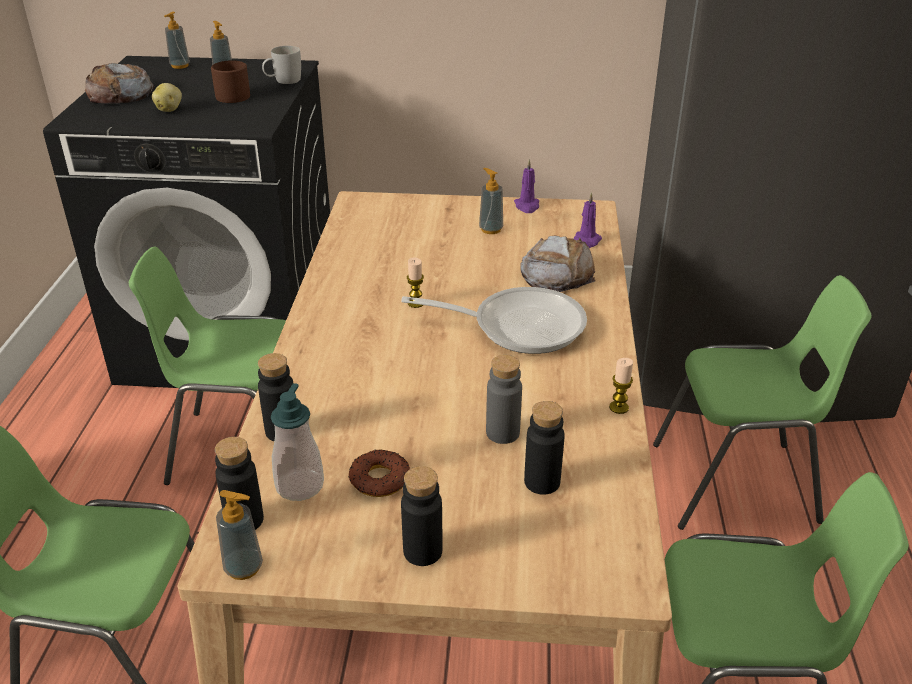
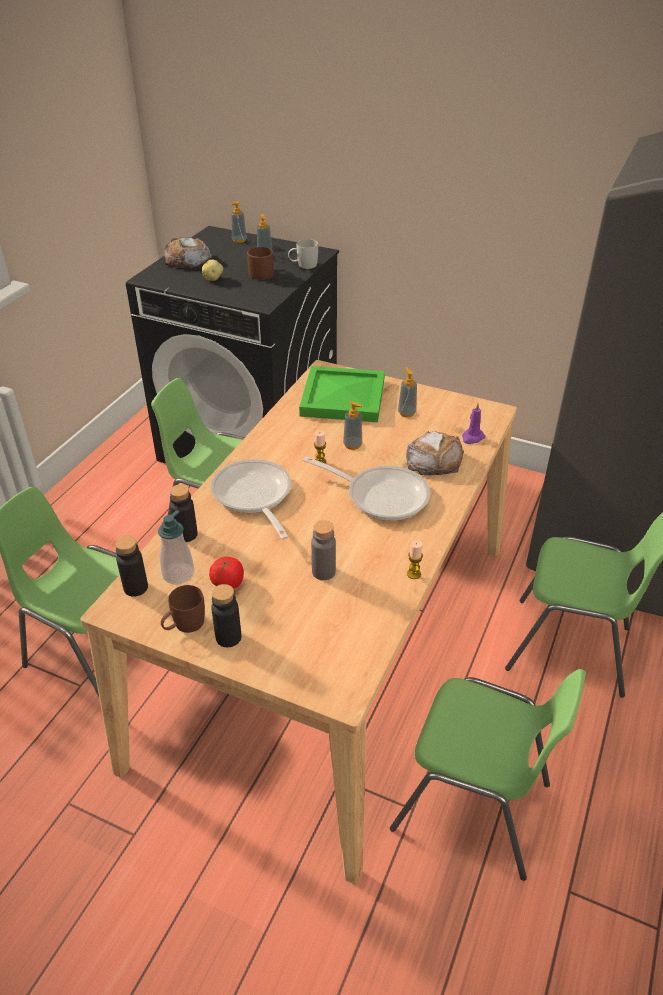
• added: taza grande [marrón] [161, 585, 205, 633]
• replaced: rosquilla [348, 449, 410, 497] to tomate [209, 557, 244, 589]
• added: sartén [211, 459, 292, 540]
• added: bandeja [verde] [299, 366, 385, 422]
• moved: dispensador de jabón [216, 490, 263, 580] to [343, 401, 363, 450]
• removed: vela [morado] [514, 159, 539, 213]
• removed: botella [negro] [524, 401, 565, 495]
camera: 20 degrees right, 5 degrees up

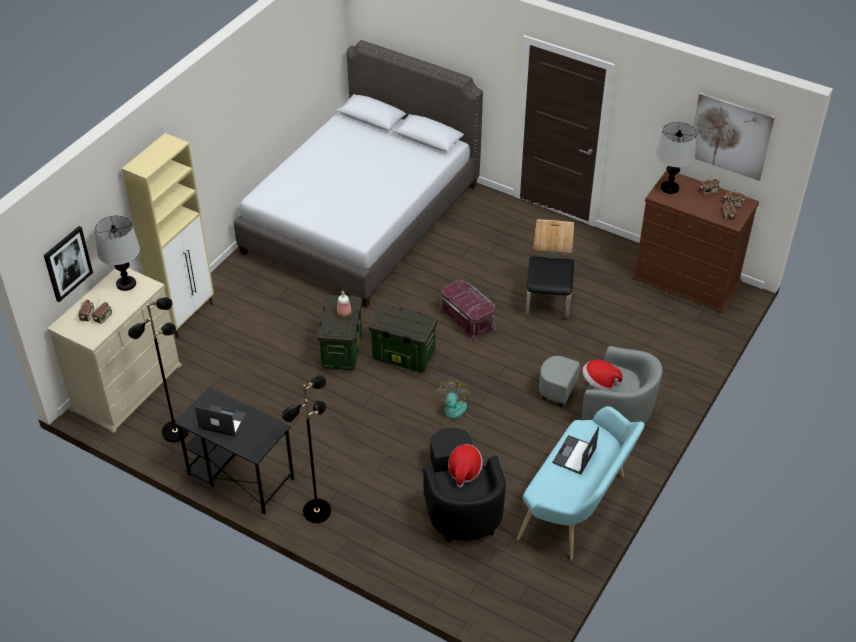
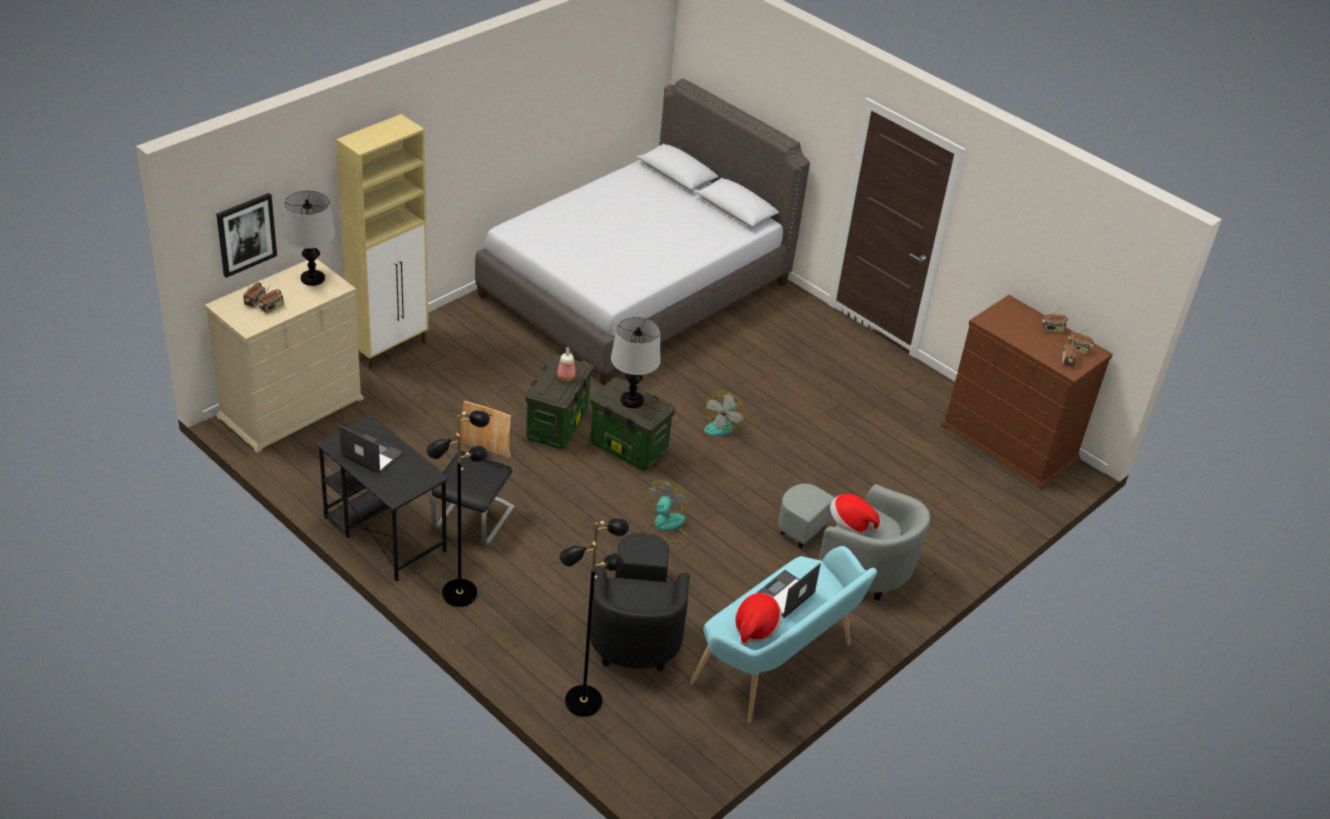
• moved: silla [525, 219, 574, 318] to [431, 401, 515, 546]
• moved: lámpara de pie [negro] [128, 297, 189, 442] to [559, 518, 629, 717]
• moved: lámpara de mesa [656, 122, 697, 194] to [611, 317, 661, 408]
• replaced: caja de almacenaje [rojo] [439, 280, 496, 341] to ventilador [702, 391, 745, 436]
• moved: sombrero [448, 444, 483, 488] to [735, 593, 782, 646]
• removed: cuadro [693, 93, 775, 181]
camera: 10 degrees right, 5 degrees down

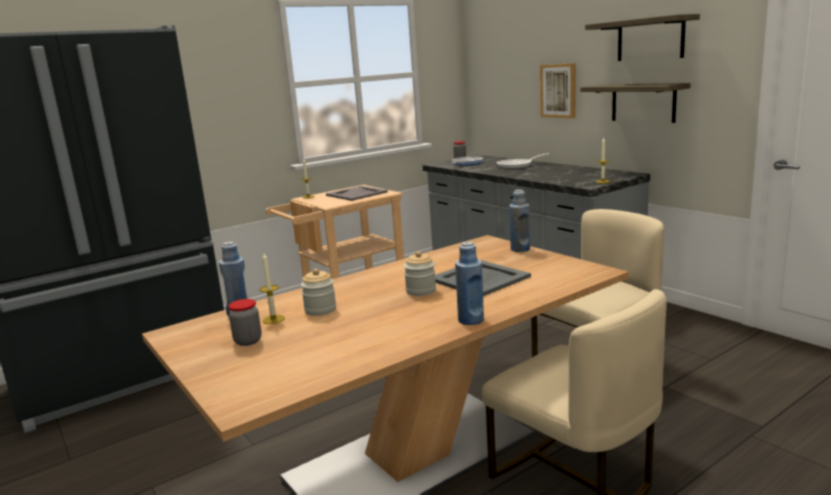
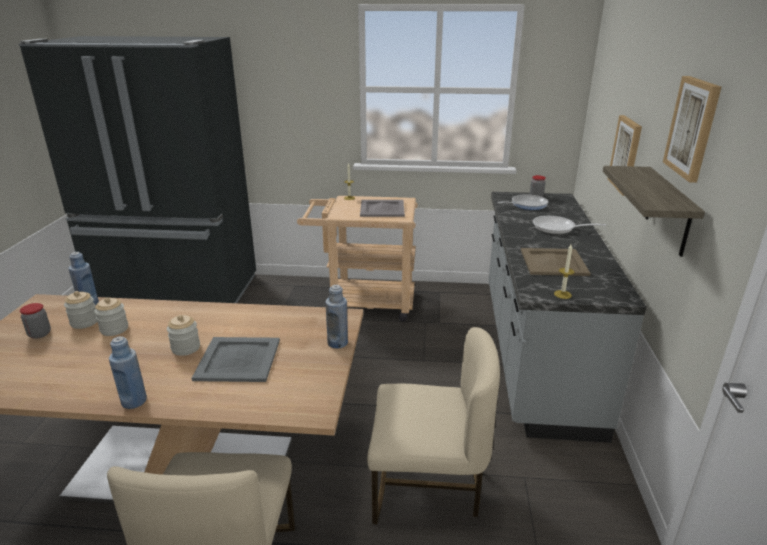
• replaced: vela [260, 253, 285, 324] to tarro [64, 291, 97, 329]
• added: bandeja [beis] [521, 248, 591, 276]
• replaced: estante [585, 14, 700, 61] to cuadro [663, 76, 721, 183]
camera: 40 degrees right, 10 degrees up

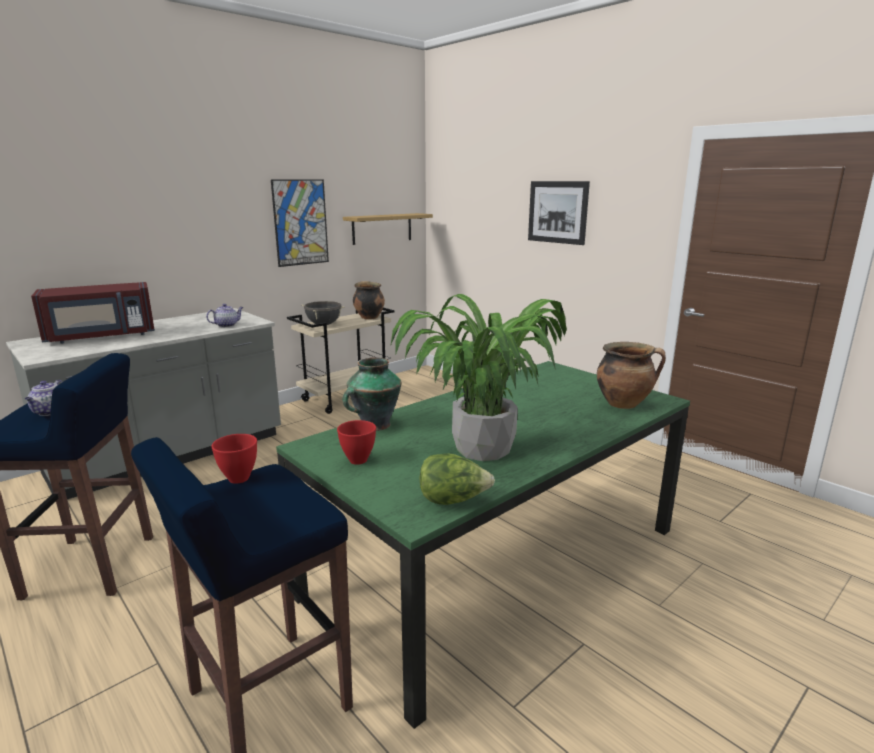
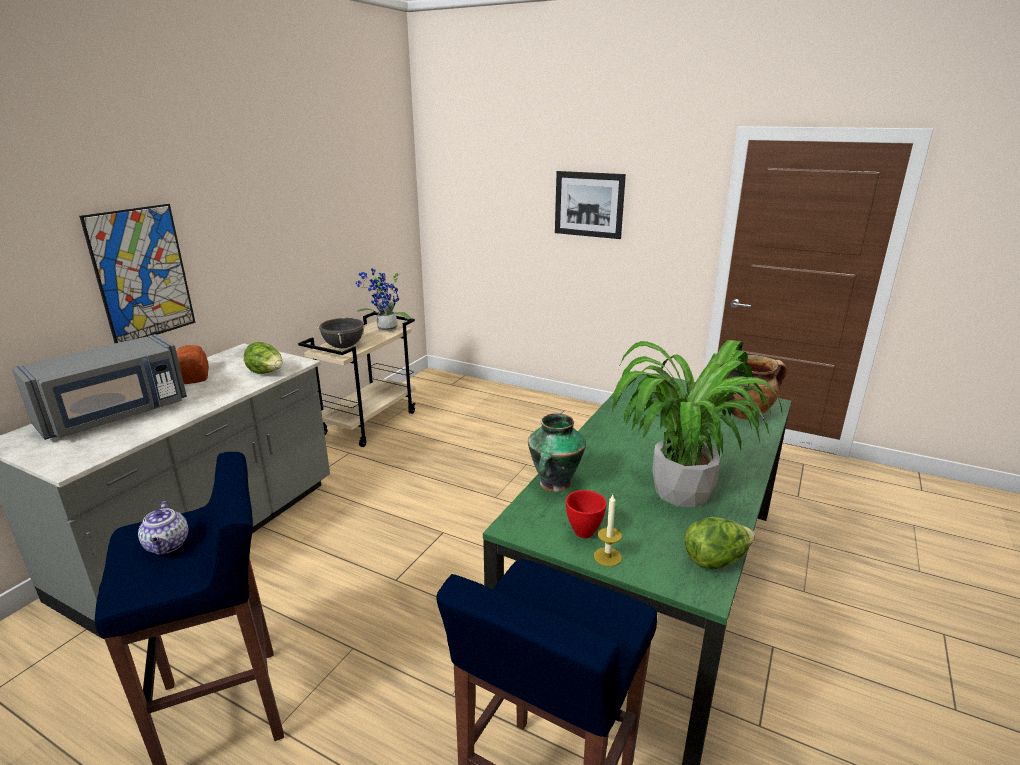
• recoloured: microondas [rojo] [31, 282, 155, 344] to microondas [gris] [11, 334, 187, 440]
• moved: cuadro [271, 179, 329, 267] to [79, 204, 196, 343]
• added: pan [176, 345, 209, 384]
• replaced: tetera [206, 304, 243, 327] to lechuga [244, 342, 283, 374]
• replaced: olla [353, 281, 385, 320] to planta en maceta [356, 268, 411, 332]
• added: vela [594, 495, 622, 567]
• removed: cuenco [rojo] [211, 434, 257, 484]
• removed: estante [343, 213, 433, 245]
camera: 20 degrees left, 5 degrees up

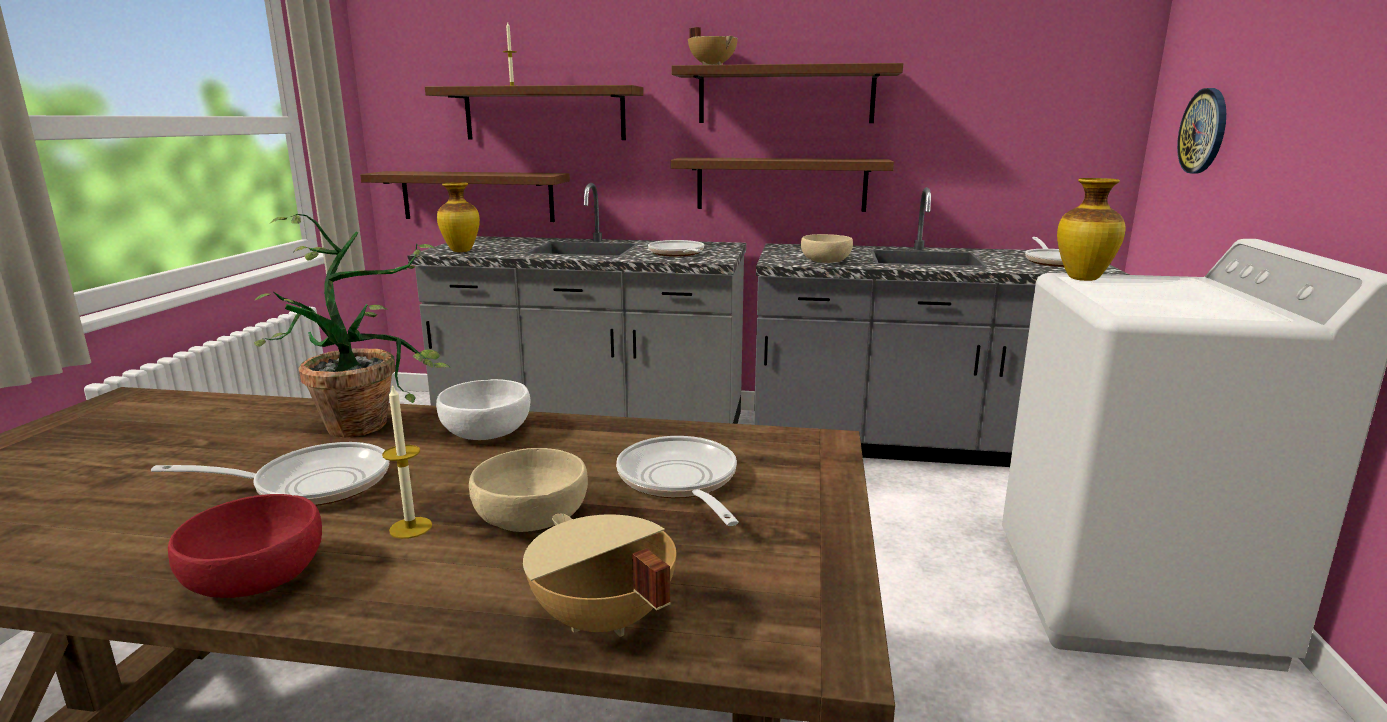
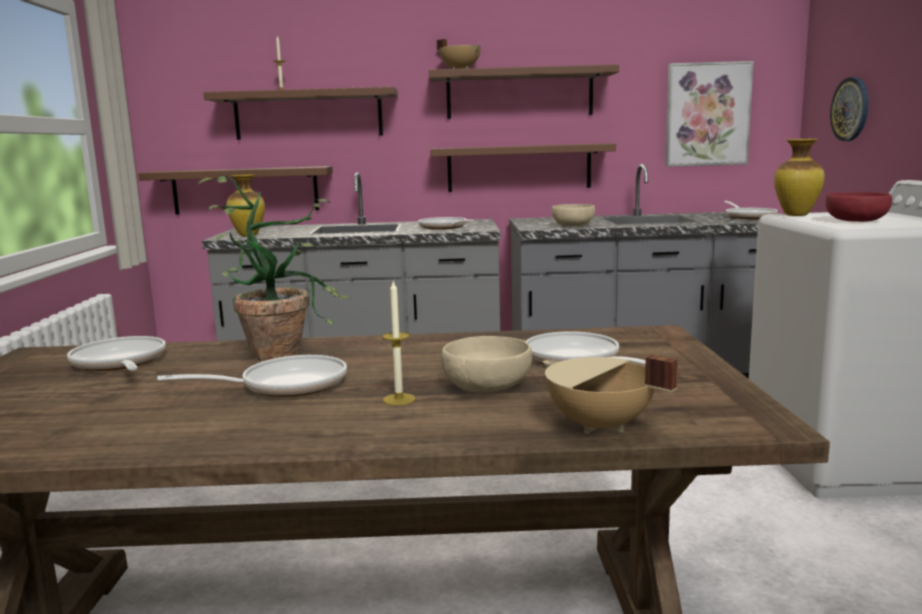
• added: sartén [67, 336, 166, 371]
• added: cuadro [665, 61, 754, 167]
• moved: cuenco [rojo] [168, 494, 322, 598] to [826, 192, 892, 222]
• removed: cuenco [blanco] [436, 379, 530, 440]
camera: 10 degrees left, 5 degrees down

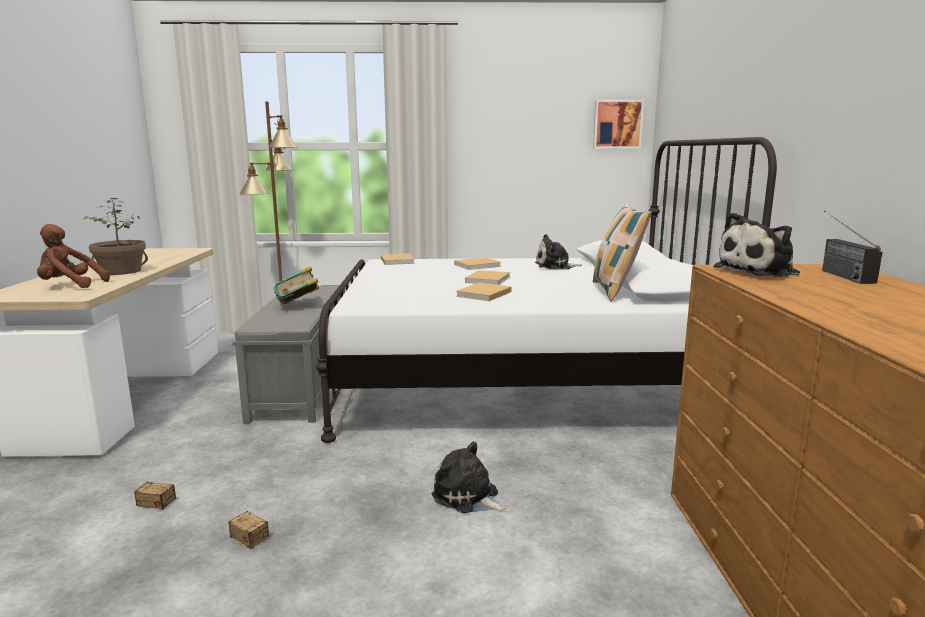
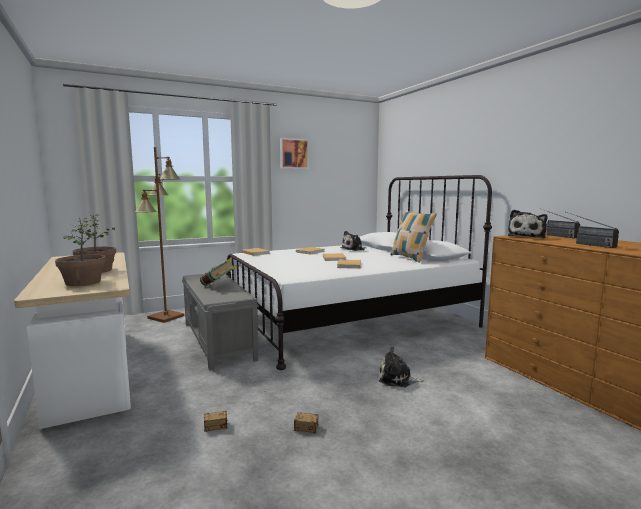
• replaced: peluche [marrón] [37, 224, 110, 288] to planta en maceta [55, 218, 106, 286]
• moved: cuadro [593, 100, 644, 149] to [280, 138, 309, 169]
• added: radio [566, 212, 619, 248]
camera: 25 degrees left, 5 degrees down

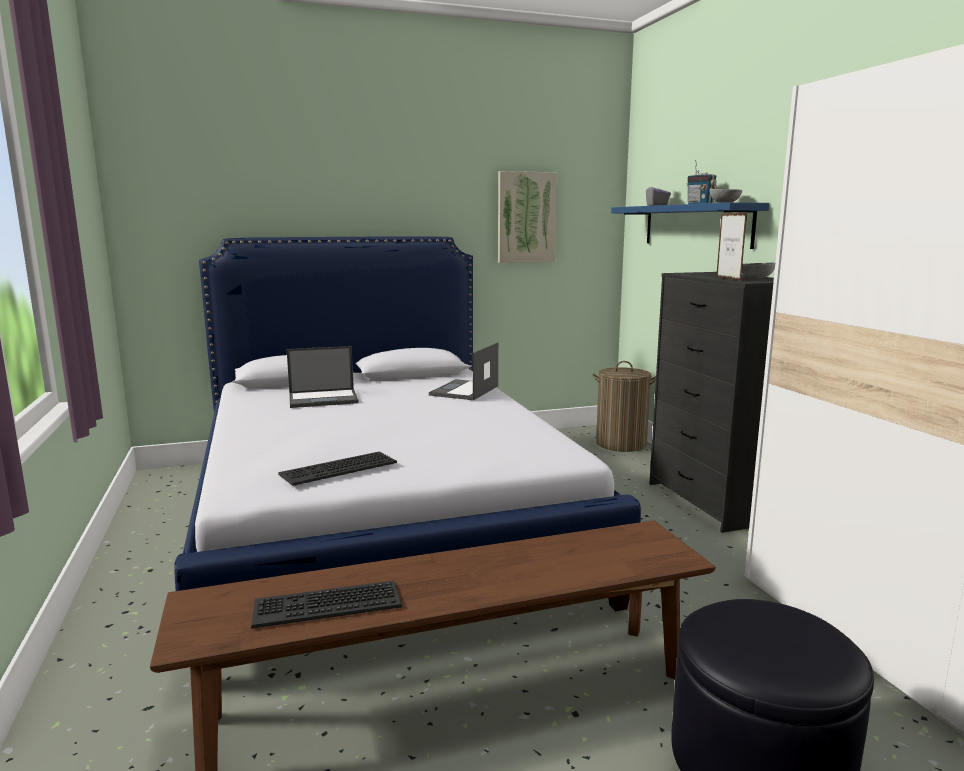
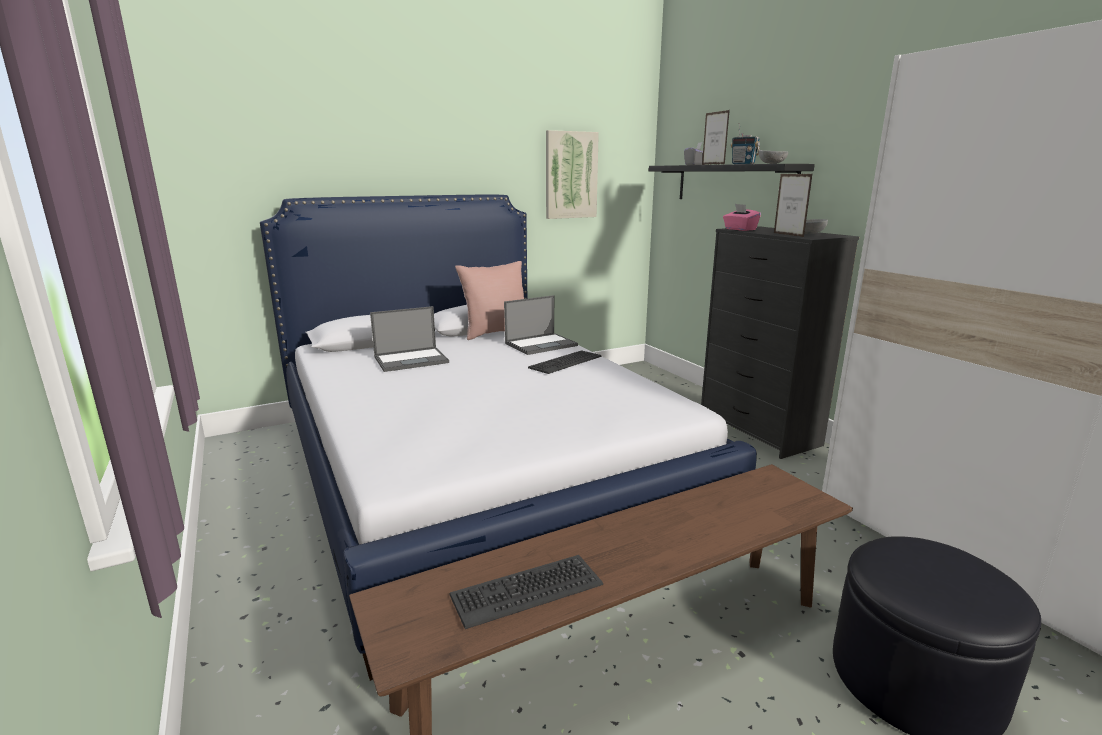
• added: cojín [rosa] [455, 261, 524, 340]
• turned: portátil [429, 342, 498, 400] = [504, 295, 578, 355] 135 degrees counterclockwise
• moved: teclado [278, 452, 397, 486] to [528, 350, 601, 374]
• recoloured: estante [azul] [611, 202, 769, 249] to estante [negro] [649, 164, 815, 199]
• added: portarretratos [702, 110, 730, 165]
• added: caja de pañuelos [rosa] [723, 204, 761, 231]
• removed: cesto de la ropa [592, 361, 656, 452]
camera: 10 degrees left, 5 degrees up

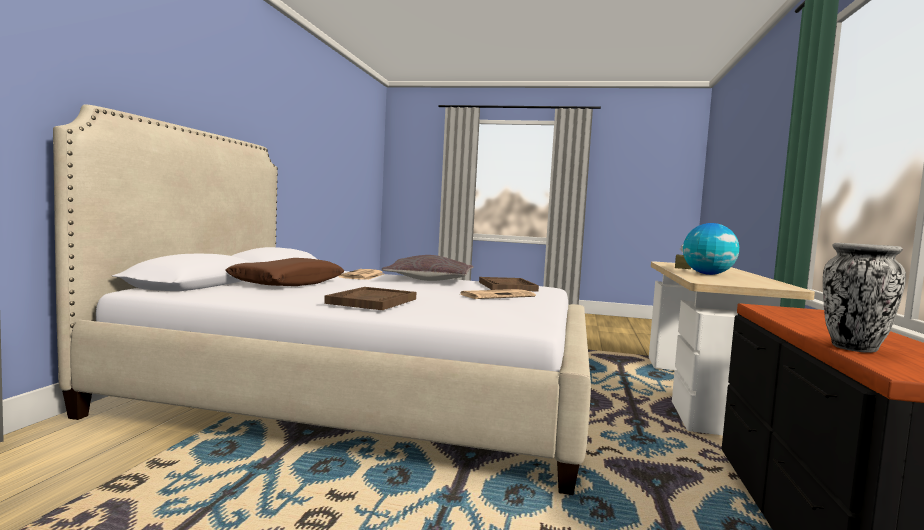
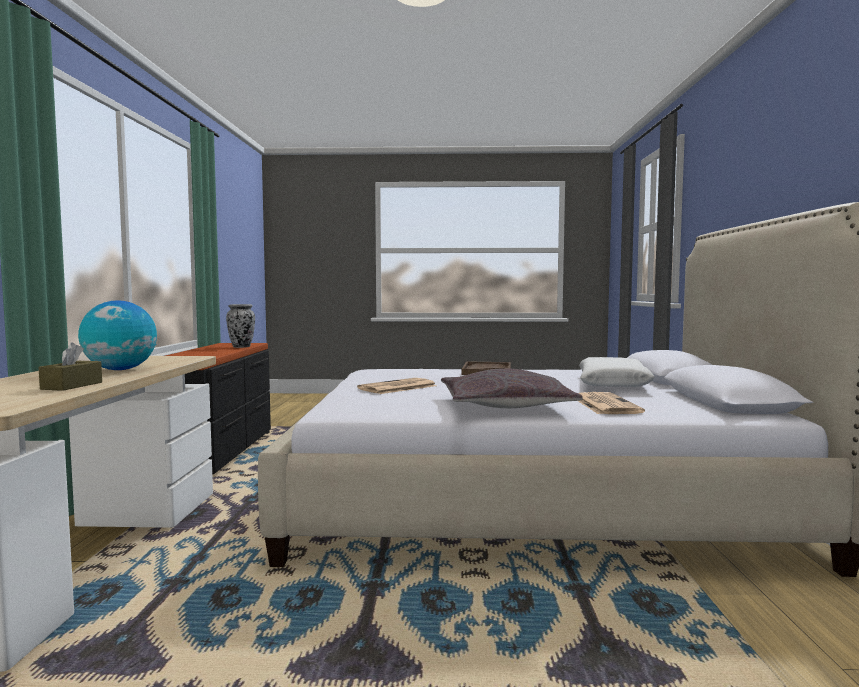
• recoloured: cojín [marrón] [225, 258, 344, 286] to cojín [blanco] [579, 357, 655, 387]
• removed: bandeja [marrón] [479, 277, 539, 292]
camera: 170 degrees right, 0 degrees up

